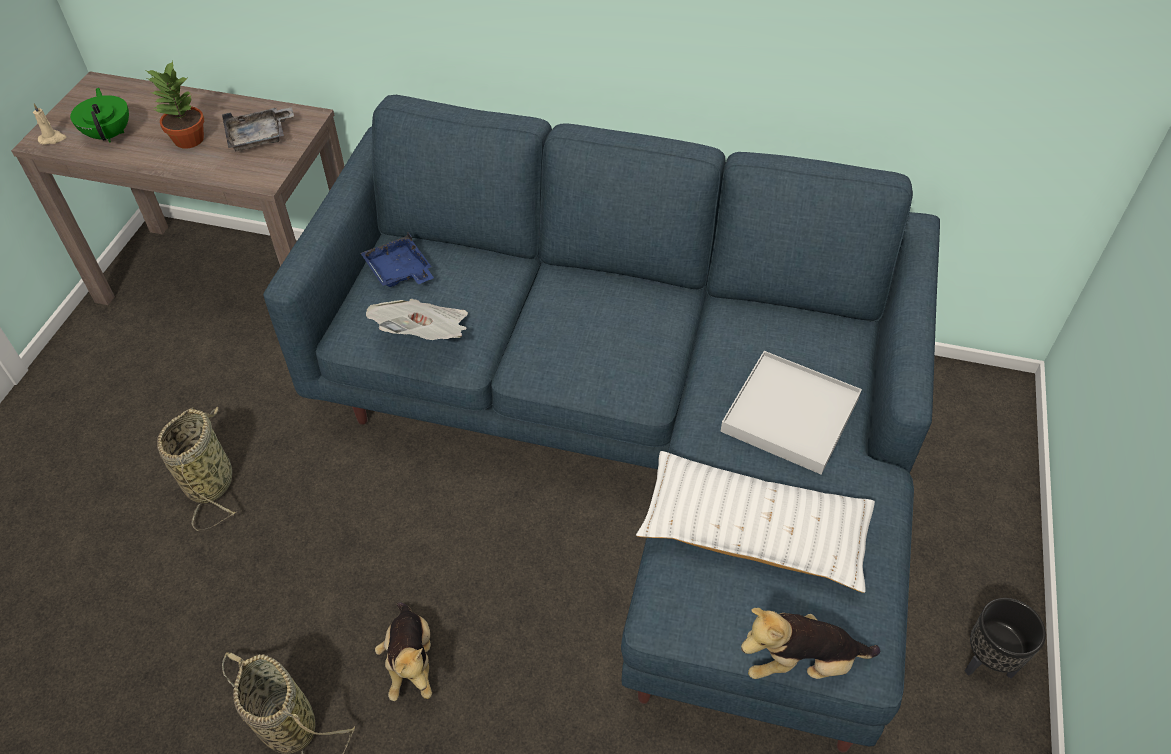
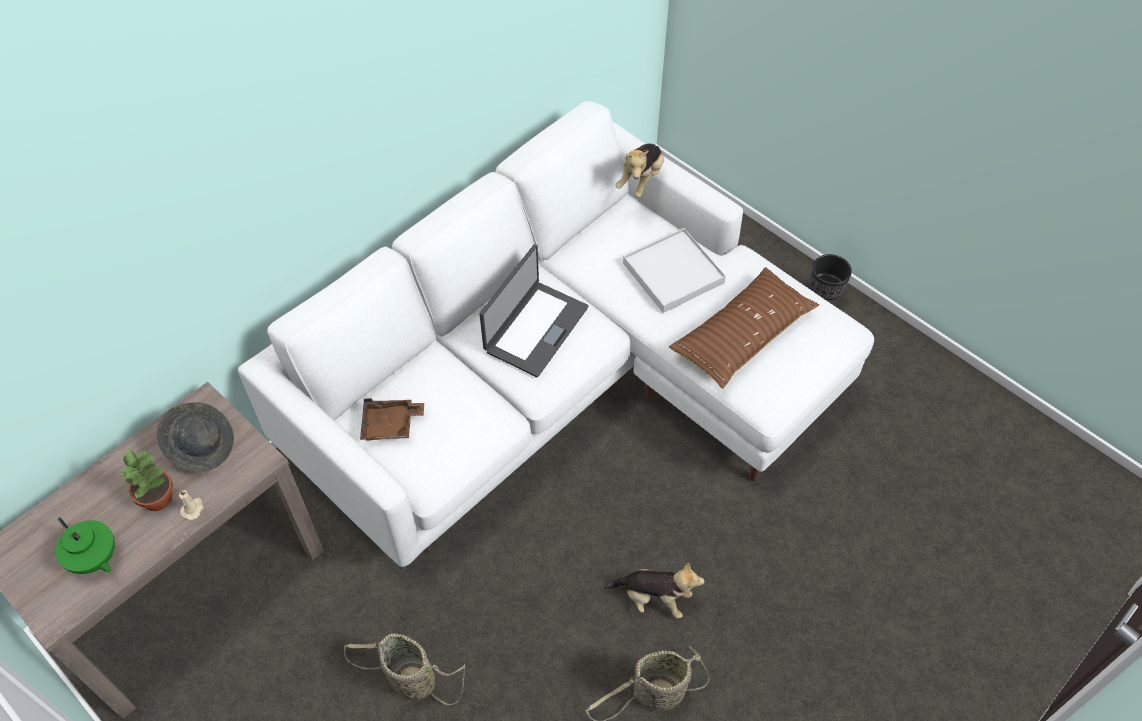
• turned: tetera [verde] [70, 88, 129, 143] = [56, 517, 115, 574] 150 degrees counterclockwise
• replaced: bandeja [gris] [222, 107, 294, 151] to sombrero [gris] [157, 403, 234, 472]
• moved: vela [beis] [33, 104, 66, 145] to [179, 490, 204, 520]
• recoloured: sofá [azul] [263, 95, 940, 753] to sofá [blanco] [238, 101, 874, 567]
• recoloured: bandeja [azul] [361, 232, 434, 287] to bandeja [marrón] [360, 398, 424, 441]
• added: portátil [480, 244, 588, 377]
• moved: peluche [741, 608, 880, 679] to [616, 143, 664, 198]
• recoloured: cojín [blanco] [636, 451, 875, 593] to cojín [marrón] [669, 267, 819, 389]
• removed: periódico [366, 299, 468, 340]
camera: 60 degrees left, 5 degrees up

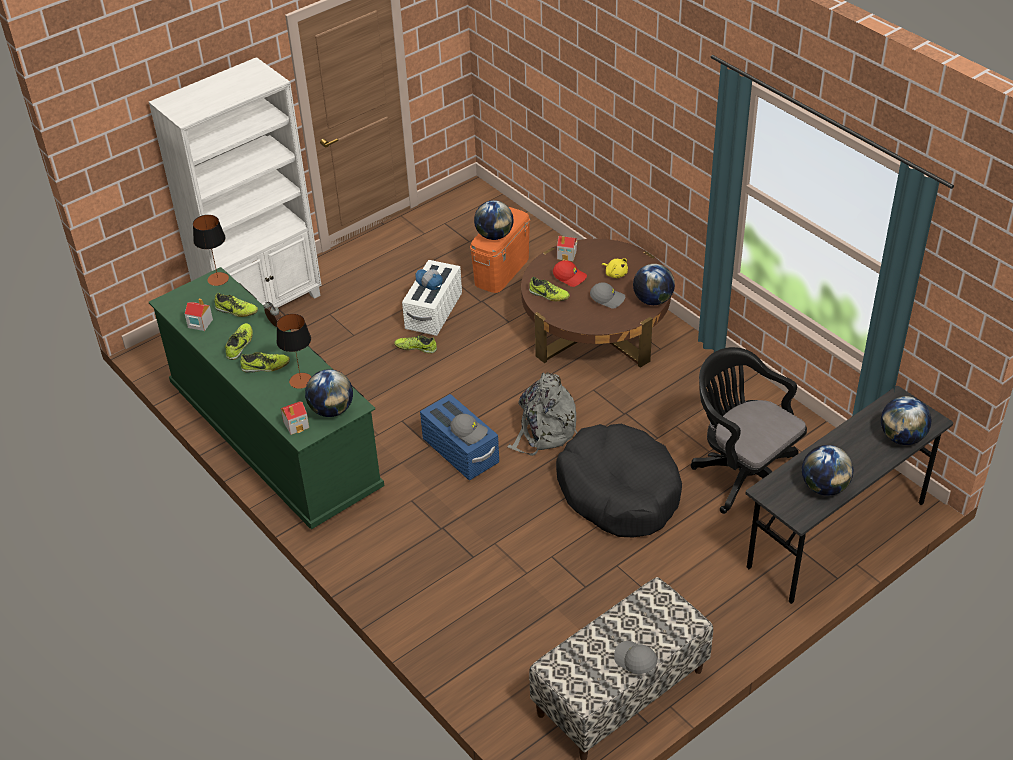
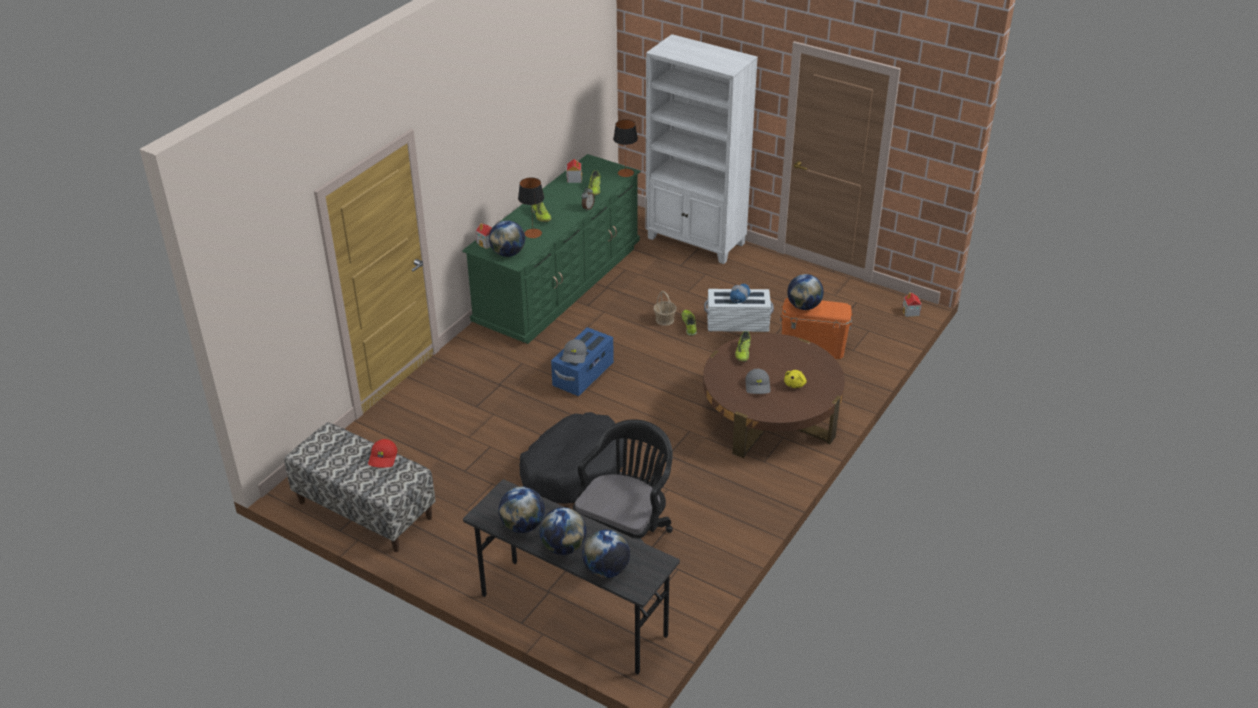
• moved: gorra [rojo] [553, 260, 587, 287] to [368, 439, 397, 468]
• moved: globo terráqueo [633, 264, 675, 305] to [539, 507, 586, 555]
• added: cesta [654, 291, 677, 326]
• moved: casita [557, 236, 577, 261] to [902, 292, 922, 317]
• removed: zapato [225, 323, 253, 360]
• removed: mochila [gris] [507, 372, 577, 456]
• removed: gorra [gris] [614, 641, 658, 674]
camera: 70 degrees right, 5 degrees down

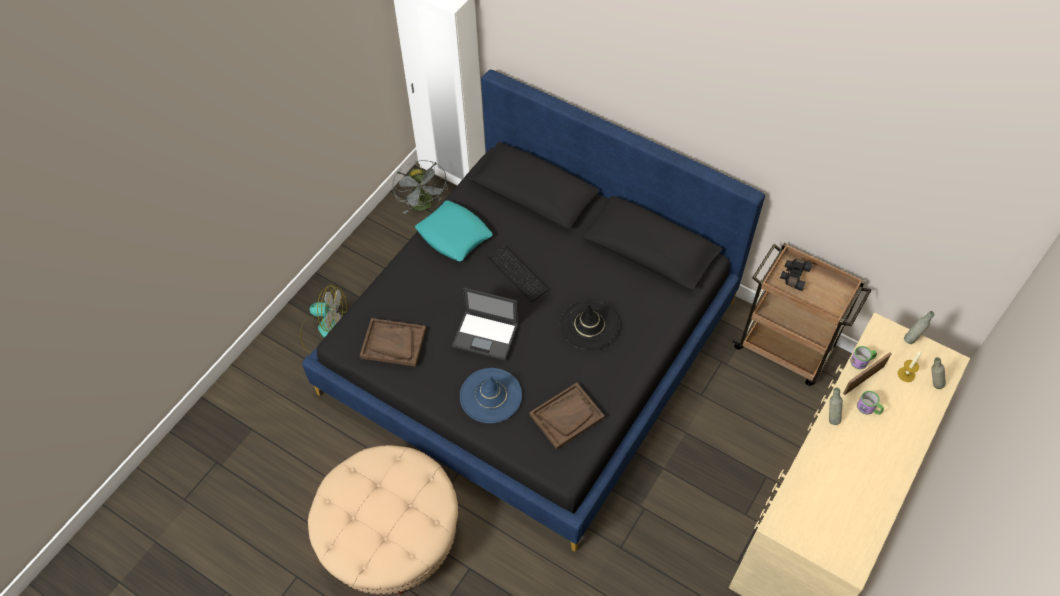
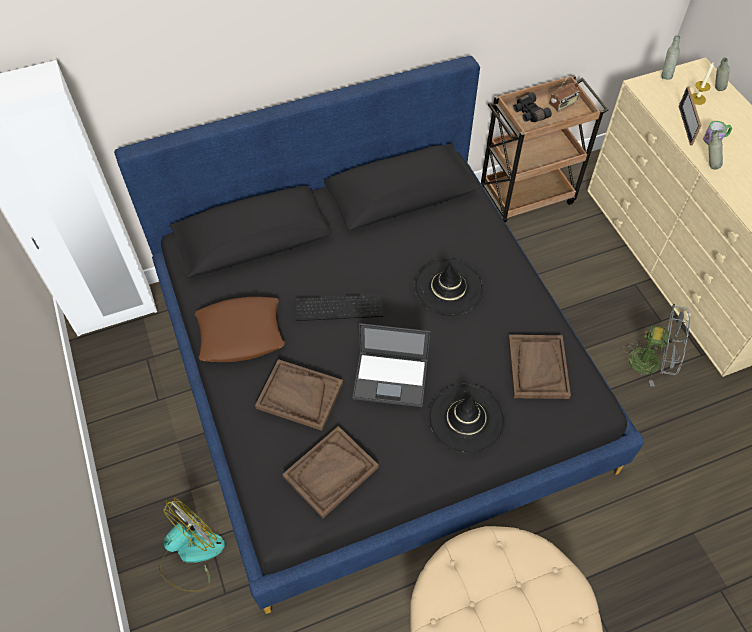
• recoloured: cojín [turquesa] [415, 200, 493, 261] to cojín [marrón] [195, 297, 285, 362]
• added: bandeja [marrón] [255, 359, 343, 431]
• turned: portátil [452, 288, 518, 360] = [353, 323, 430, 407] 45 degrees clockwise
• recoloured: sombrero [azul] [460, 368, 522, 423] to sombrero [negro] [428, 384, 505, 454]
• added: radio [549, 75, 580, 112]
• moved: ventilador [gris] [392, 160, 448, 214] to [621, 304, 690, 387]
• removed: taza grande [850, 346, 877, 369]
camera: 55 degrees left, 0 degrees up

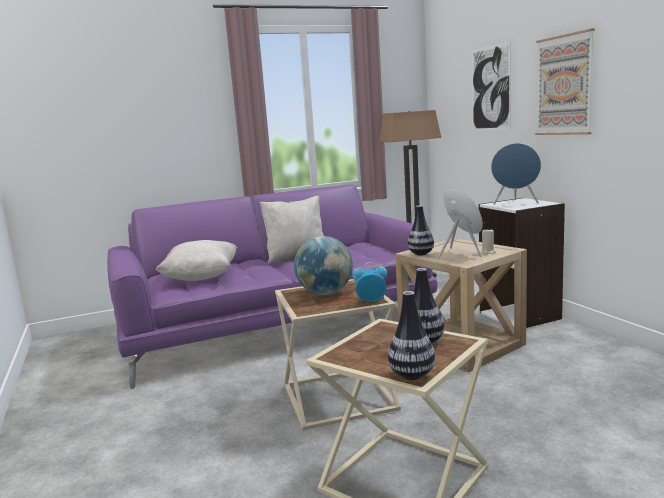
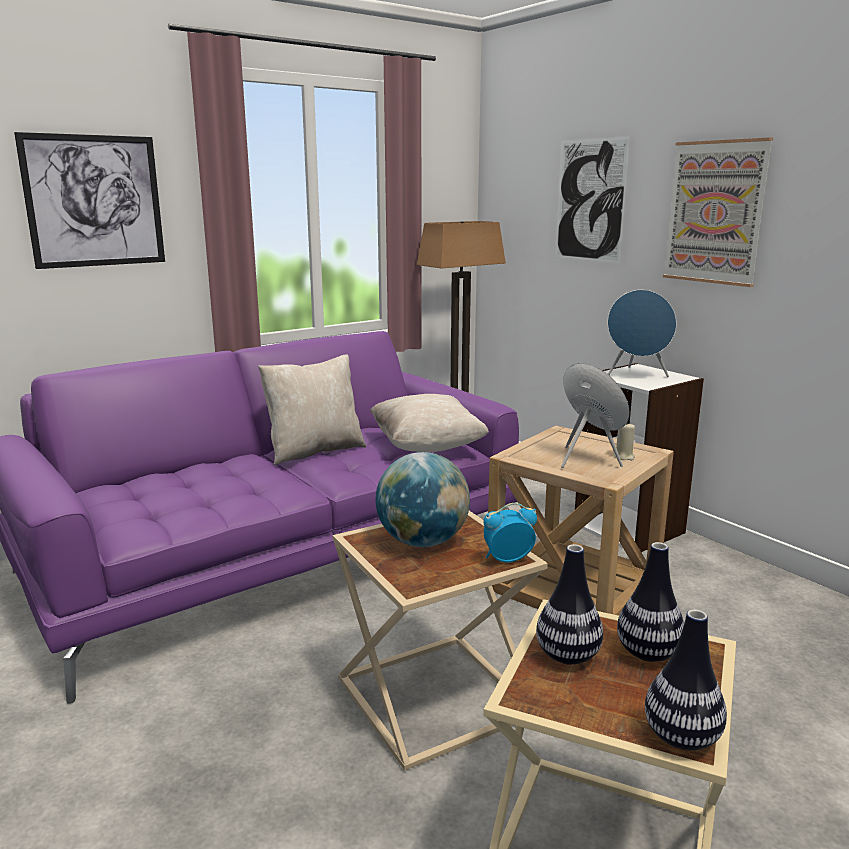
• added: cuadro [14, 132, 165, 269]
• moved: cojín [beis] [156, 240, 237, 281] to [370, 394, 489, 452]
• moved: florero [407, 205, 434, 255] to [536, 544, 603, 665]
camera: 15 degrees left, 5 degrees up

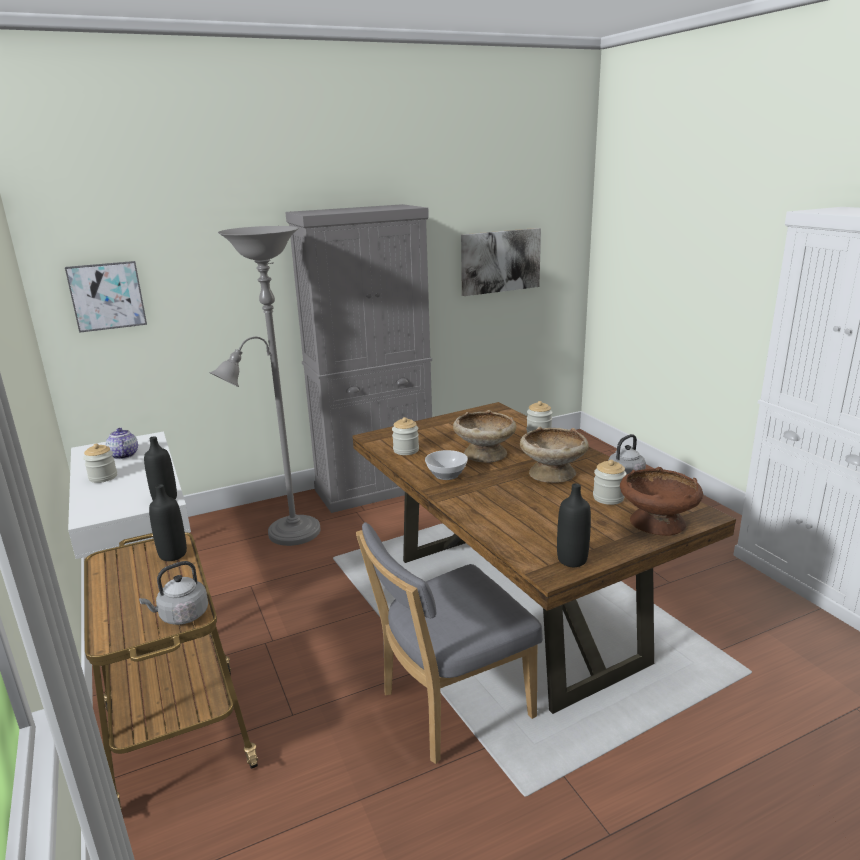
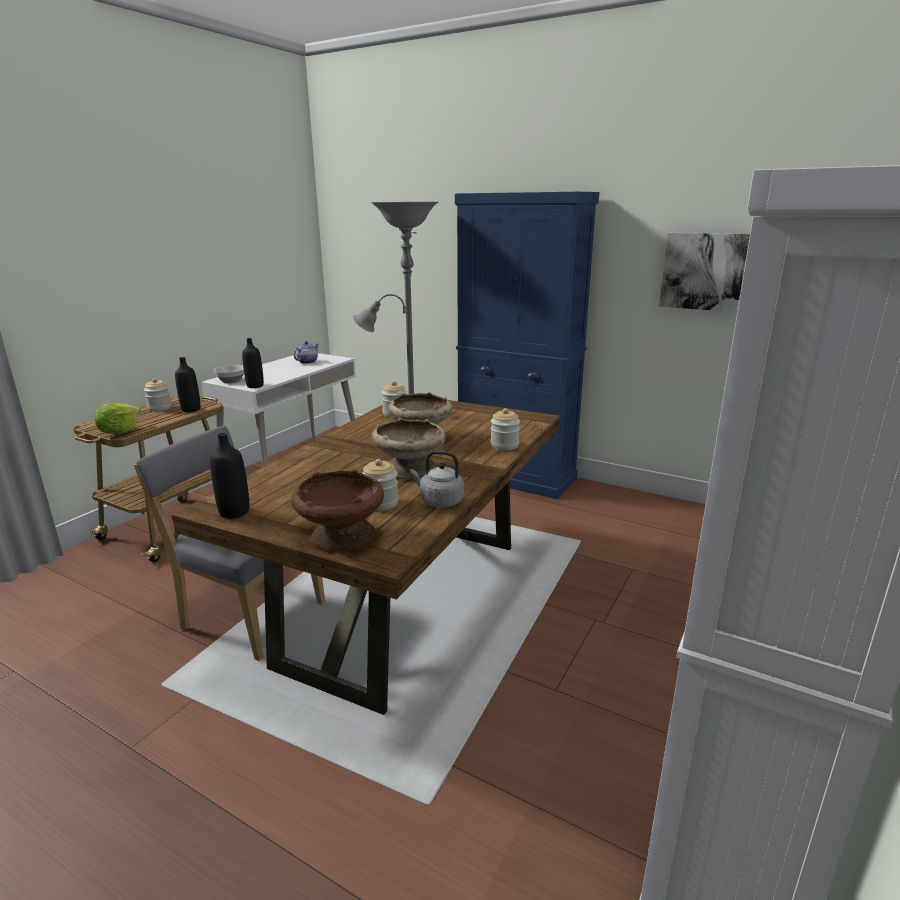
• replaced: hervidor [gris] [139, 561, 208, 625] to lechuga [94, 403, 141, 434]
• moved: tarro [83, 444, 117, 483] to [144, 378, 172, 411]
• moved: cuenco [425, 450, 468, 480] to [214, 365, 244, 383]
• recoloured: armario [gris] [285, 204, 432, 513] to armario [azul] [455, 192, 599, 499]
• removed: cuadro [65, 261, 147, 333]
camera: 55 degrees right, 0 degrees up

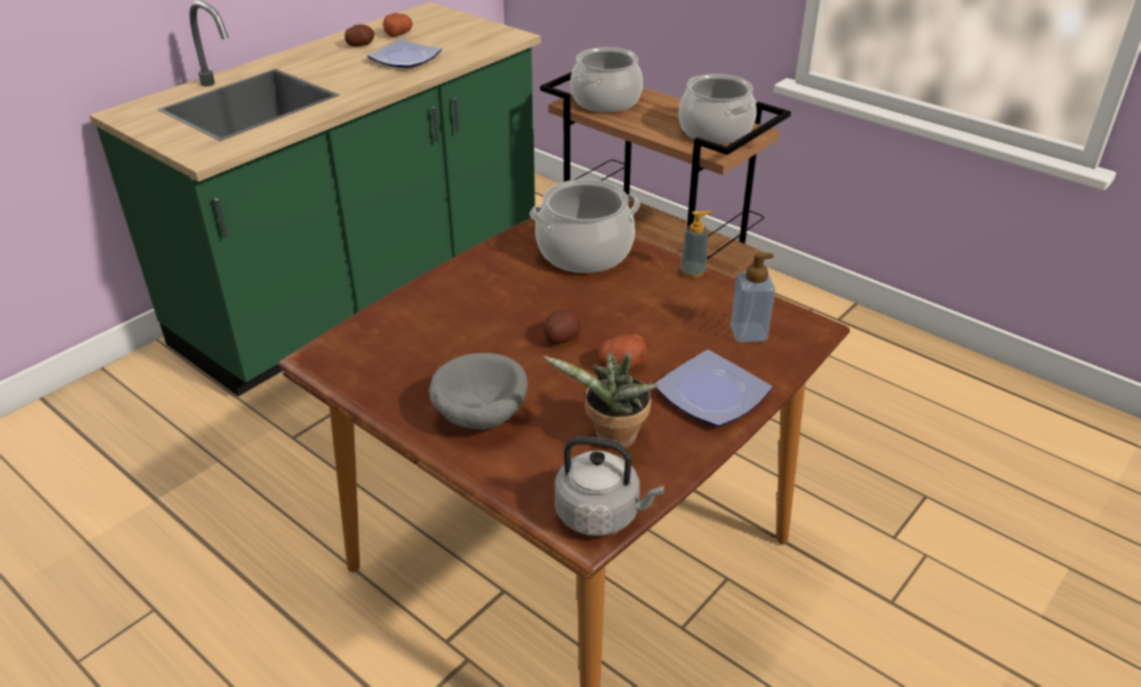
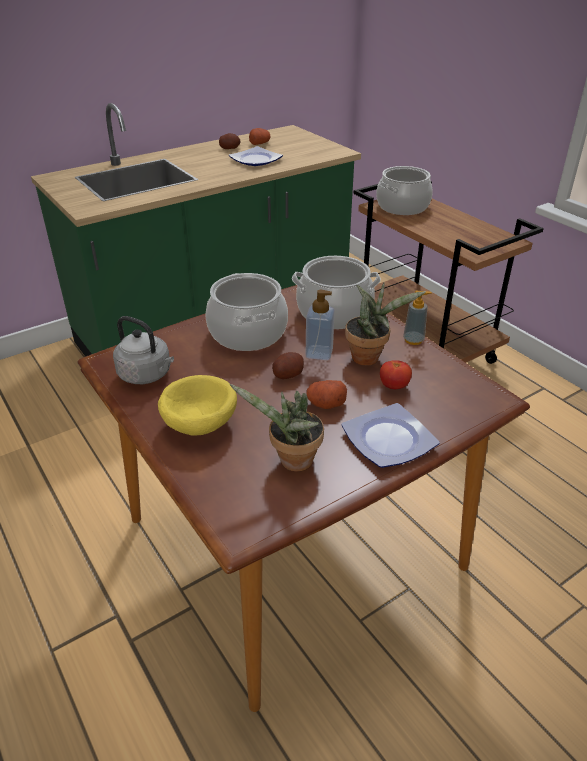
• moved: hervidor [gris] [554, 436, 664, 536] to [113, 316, 174, 384]
• recoloured: cuenco [gris] [429, 353, 528, 430] to cuenco [amarillo] [158, 375, 237, 436]
• moved: olla [679, 74, 757, 144] to [206, 273, 288, 351]
• moved: dispensador de jabón [730, 252, 775, 342] to [306, 290, 335, 360]
• added: planta en maceta [345, 283, 426, 366]
• added: tomate [380, 360, 412, 389]
camera: 15 degrees right, 0 degrees up

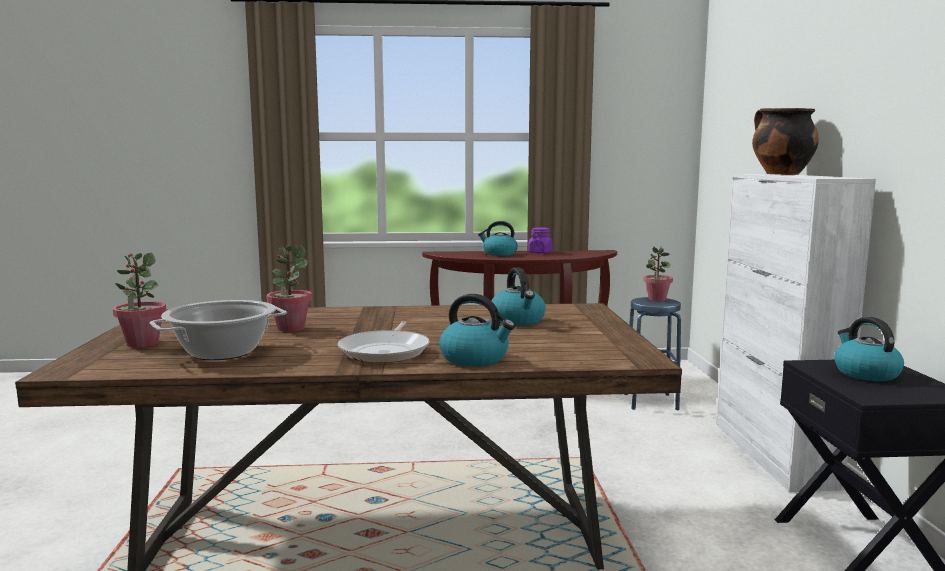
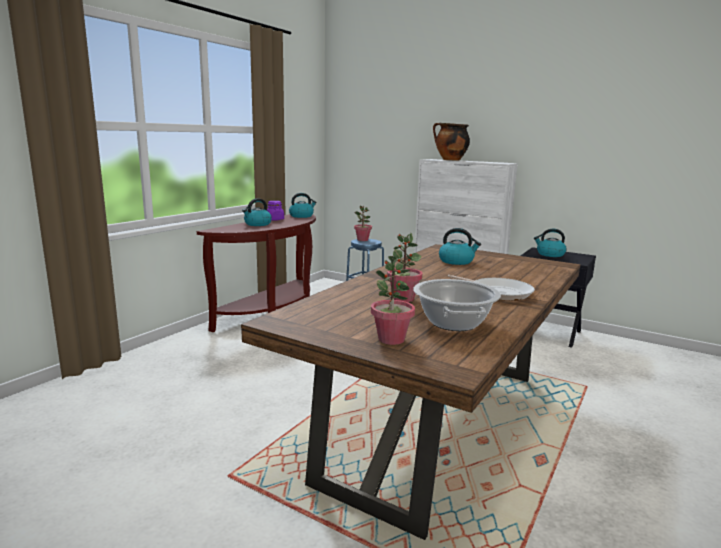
• moved: hervidor [439, 294, 515, 366] to [289, 193, 317, 218]
camera: 55 degrees left, 5 degrees up

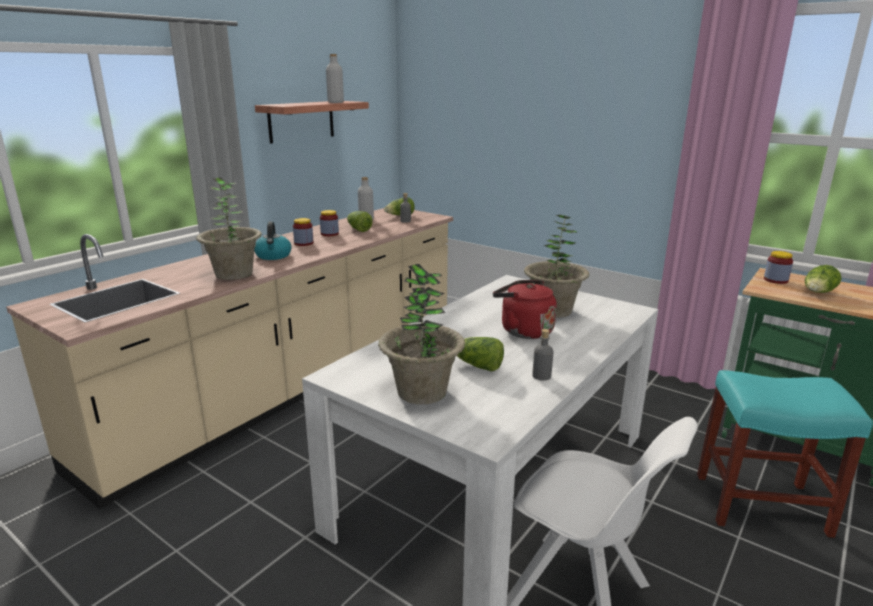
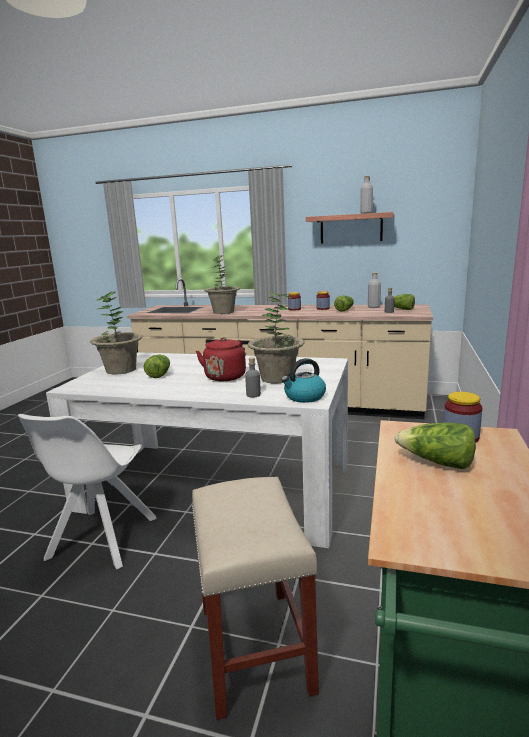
• recoloured: taburete [turquesa] [697, 370, 873, 538] to taburete [beis] [192, 477, 319, 720]
• moved: botella [gris] [532, 329, 554, 381] to [245, 357, 261, 398]
• moved: hervidor [254, 221, 292, 260] to [281, 358, 326, 403]
camera: 70 degrees right, 5 degrees down

